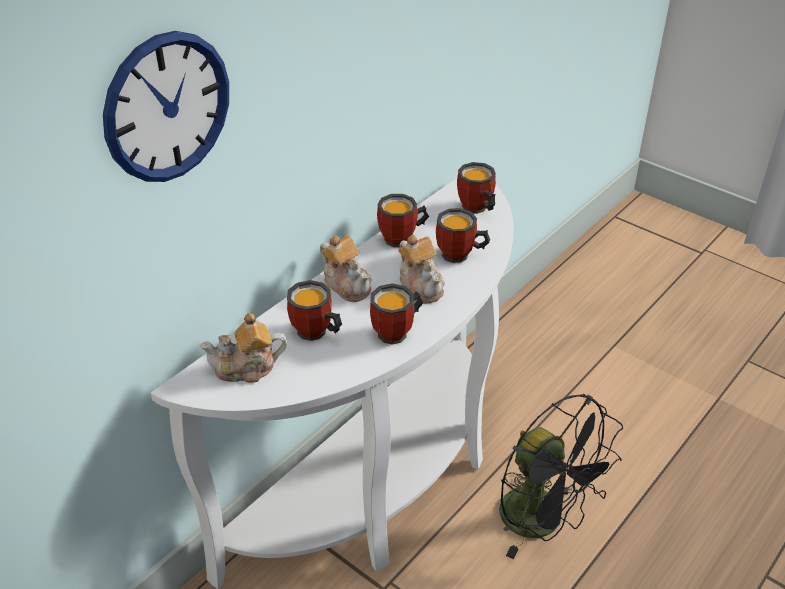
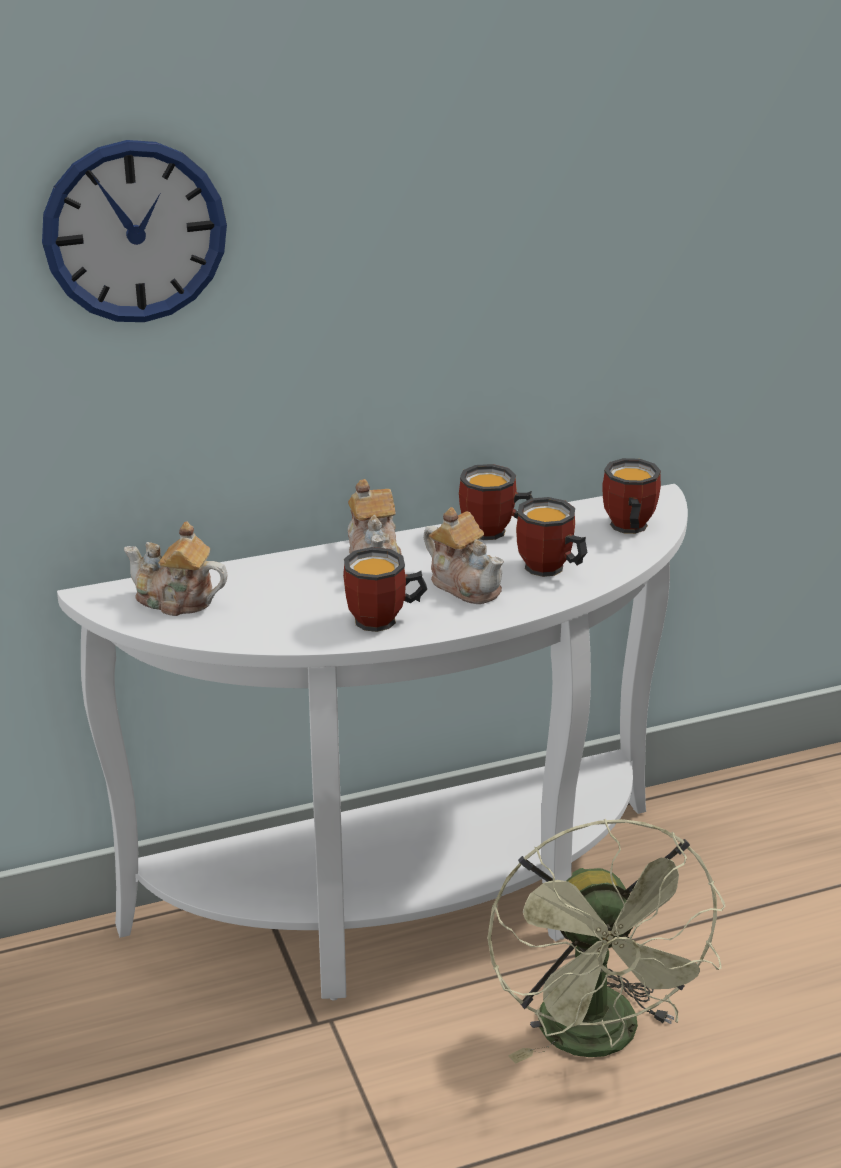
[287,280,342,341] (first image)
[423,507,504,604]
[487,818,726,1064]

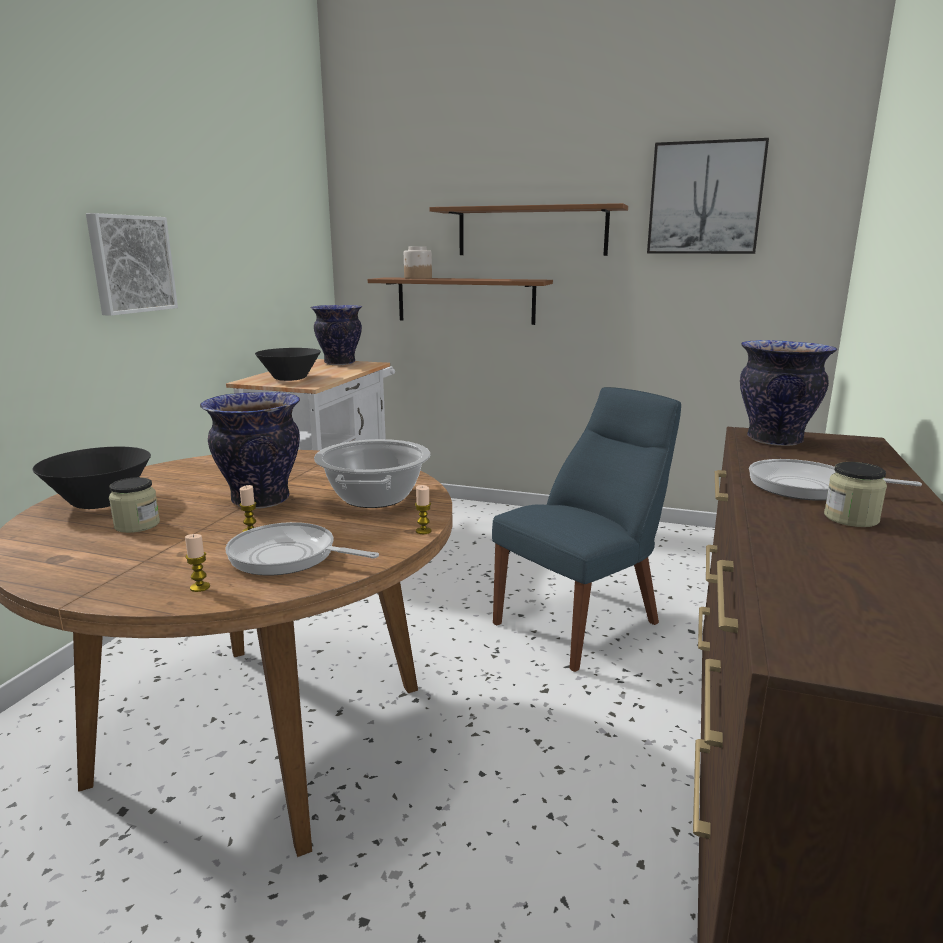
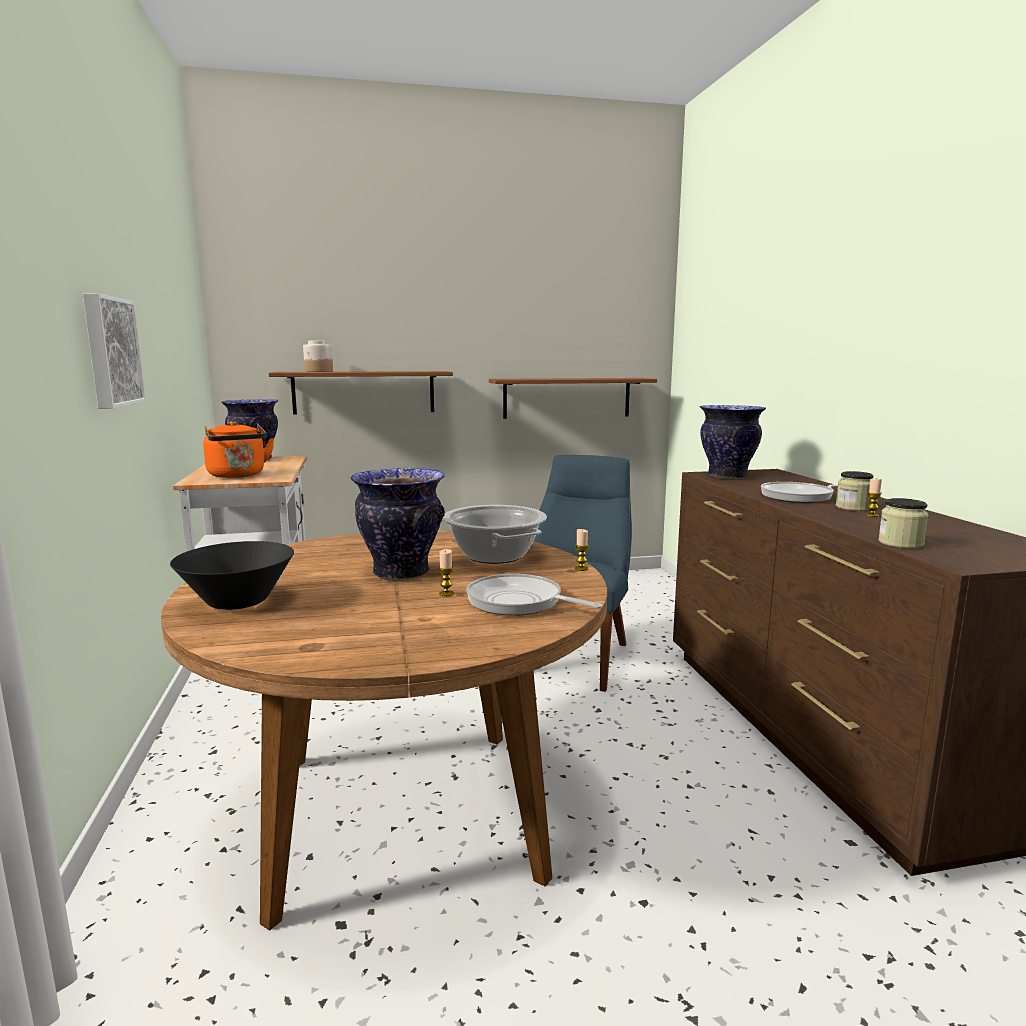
[878,498,928,549]
[865,479,882,517]
[466,574,603,616]
[203,421,275,478]
[489,378,657,419]
[647,138,769,254] (first image)

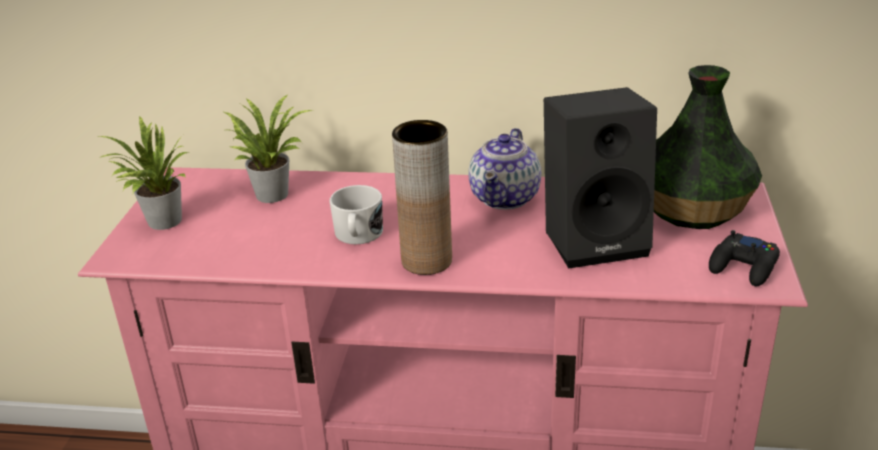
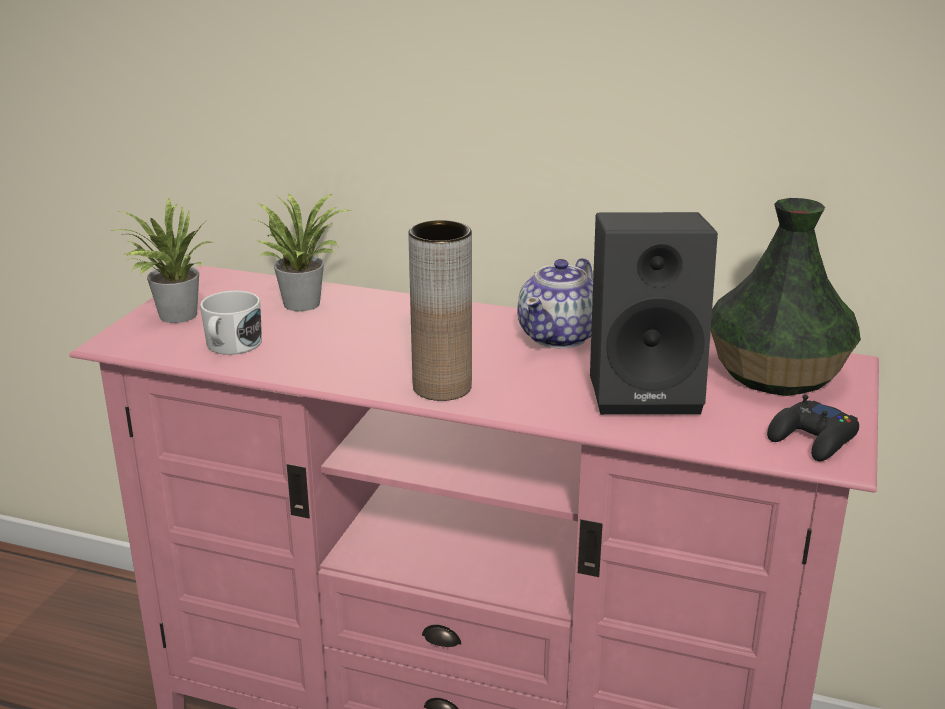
[200,291,262,355]

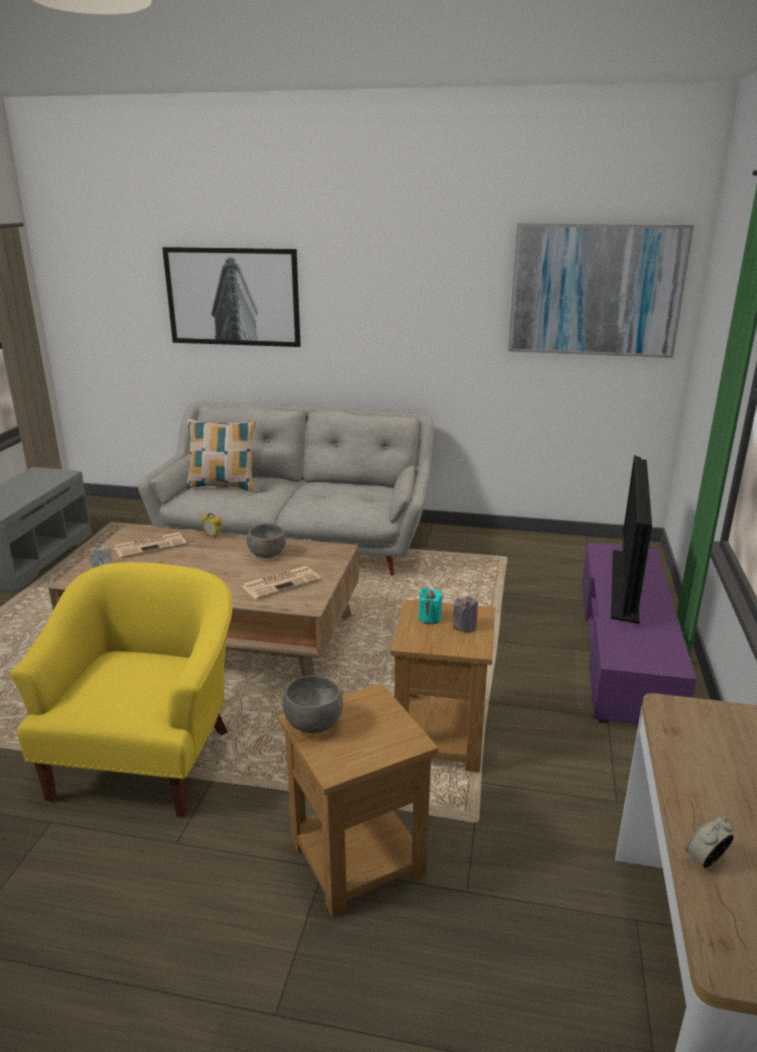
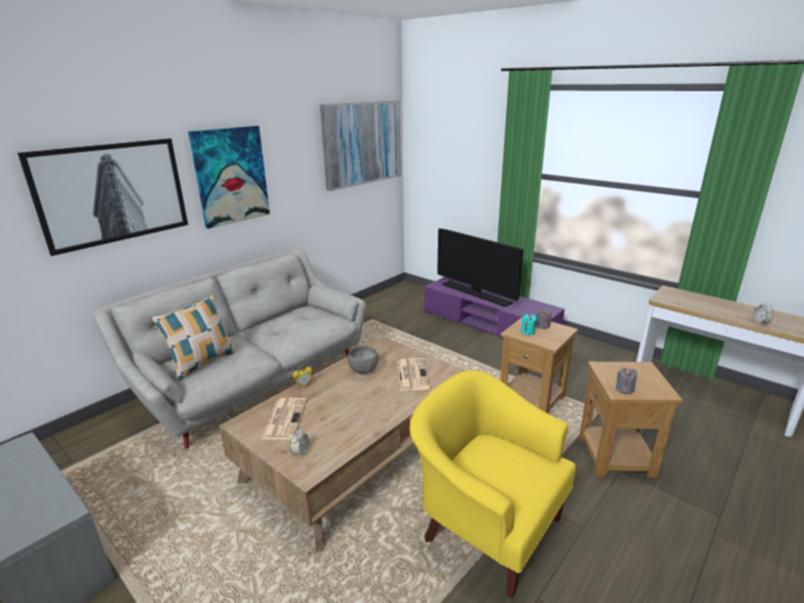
[616,368,637,394]
[188,126,270,229]

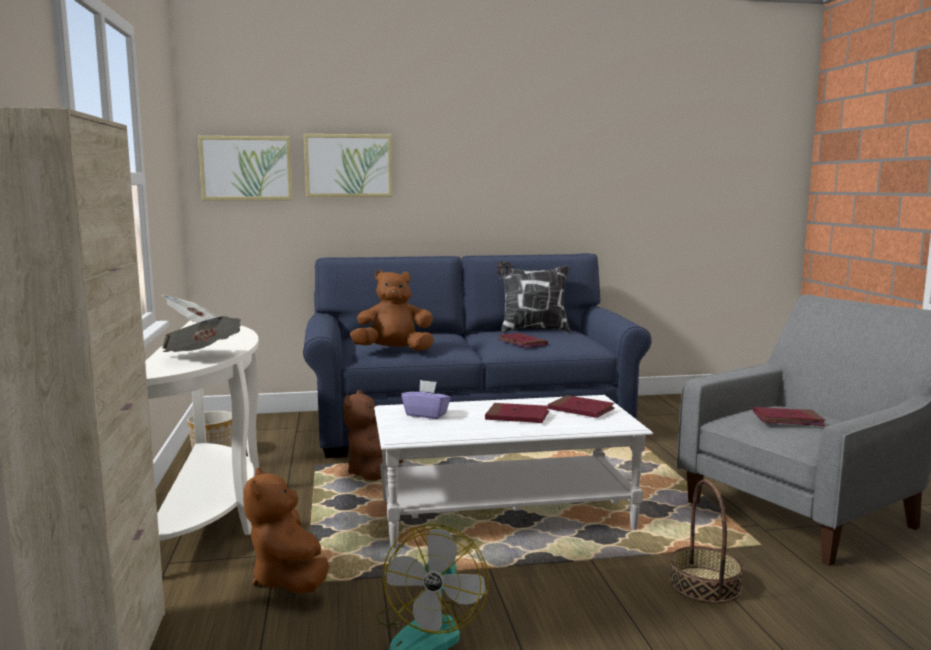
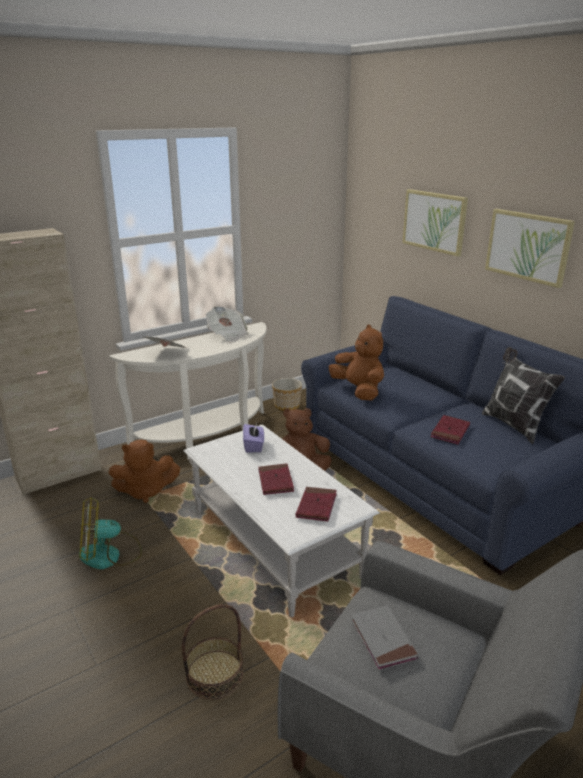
[485,209,575,288]
[109,439,181,503]
[351,606,419,671]

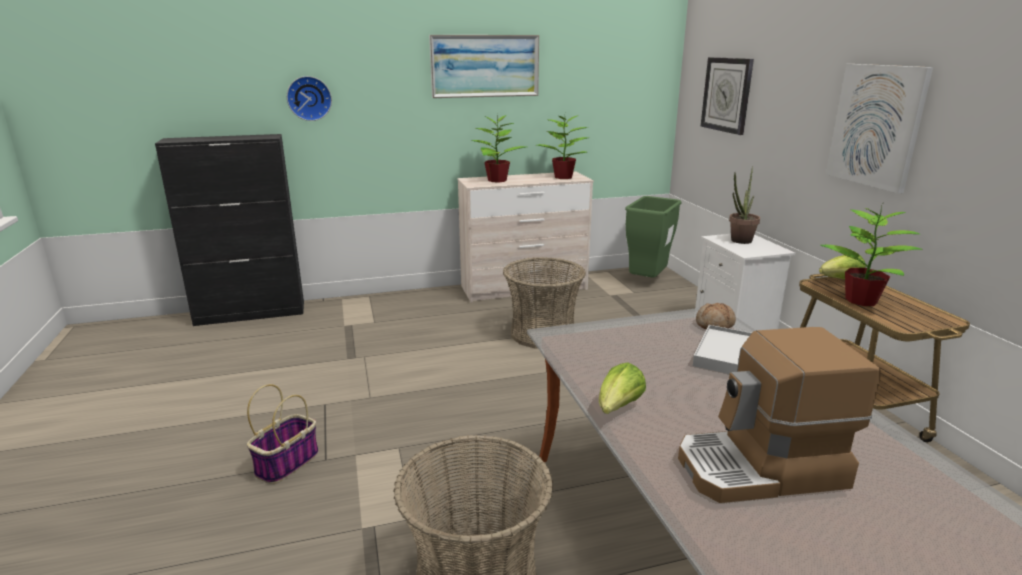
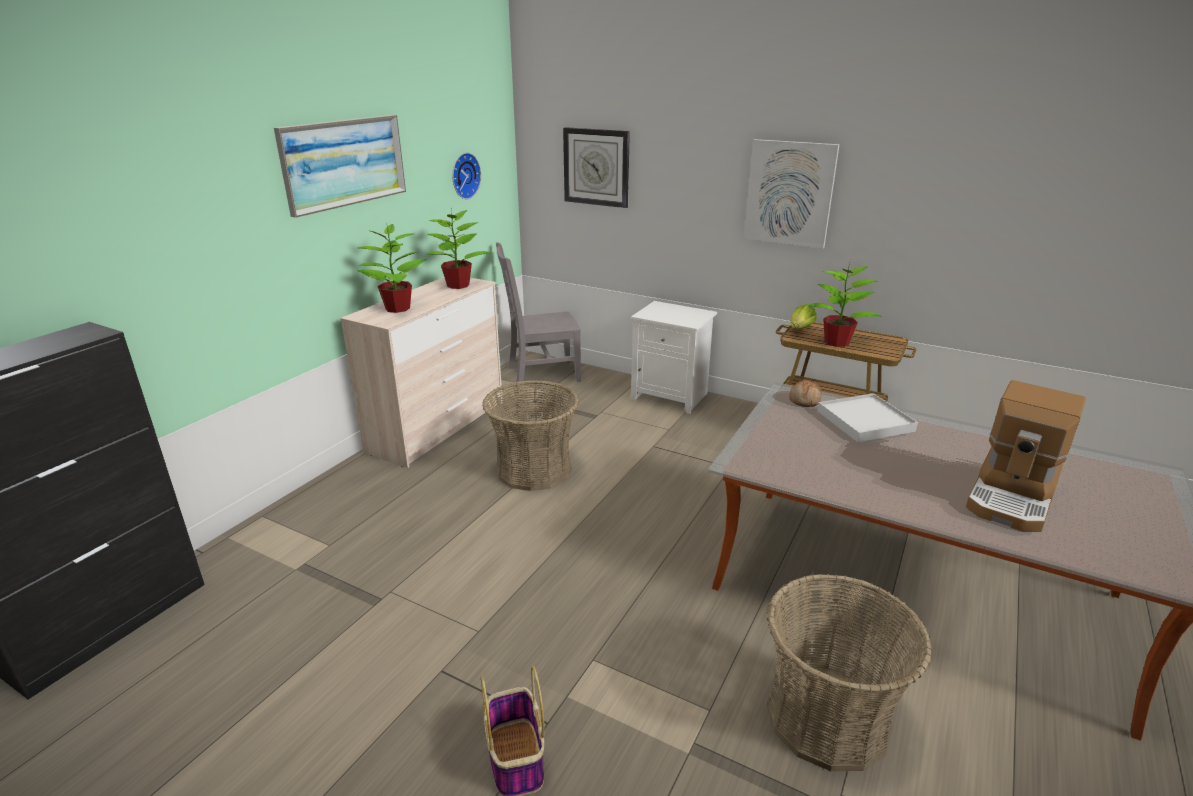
[452,153,481,199]
[599,362,646,414] (first image)
[496,242,581,389]
[729,166,760,244] (first image)

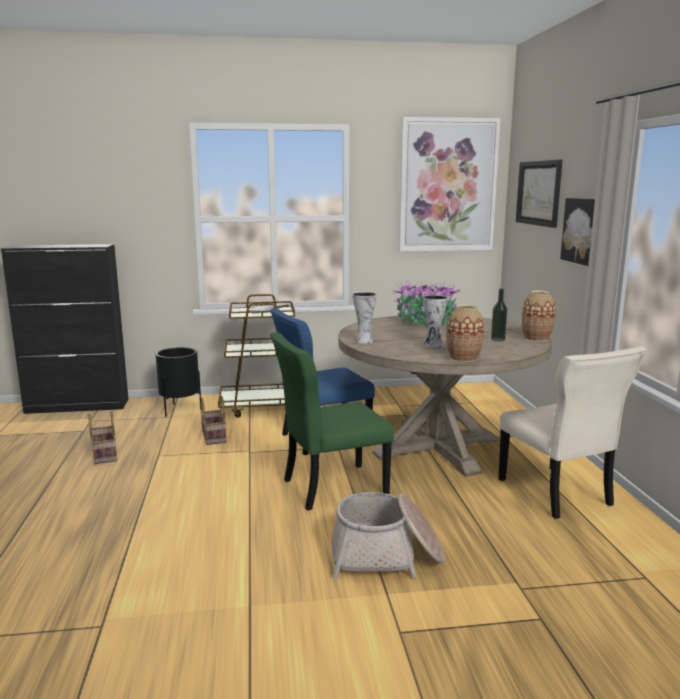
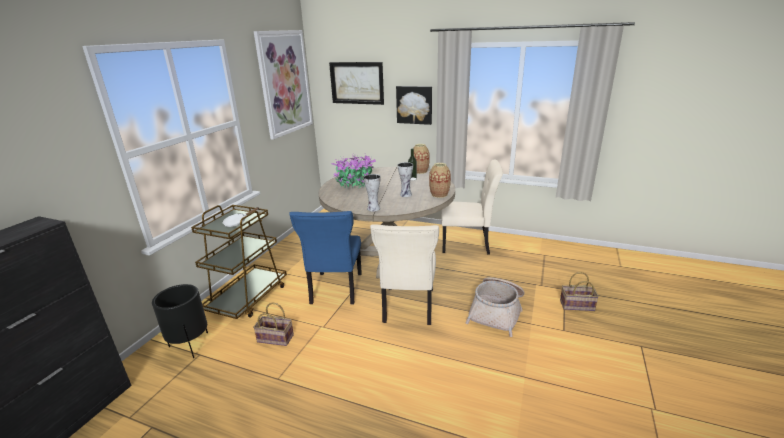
[560,272,599,311]
[370,224,439,325]

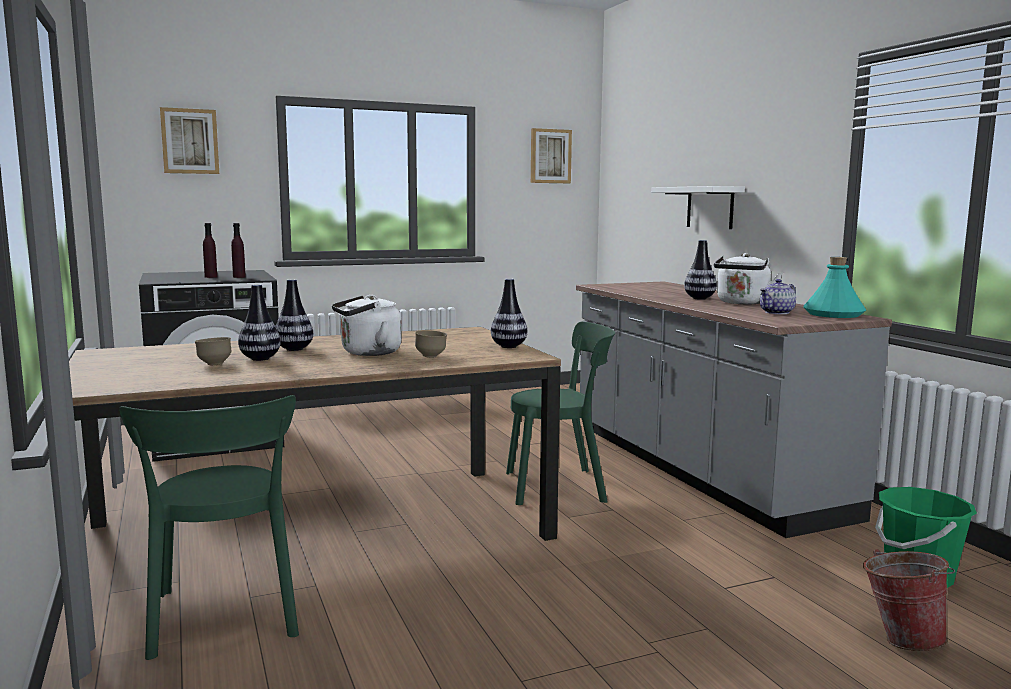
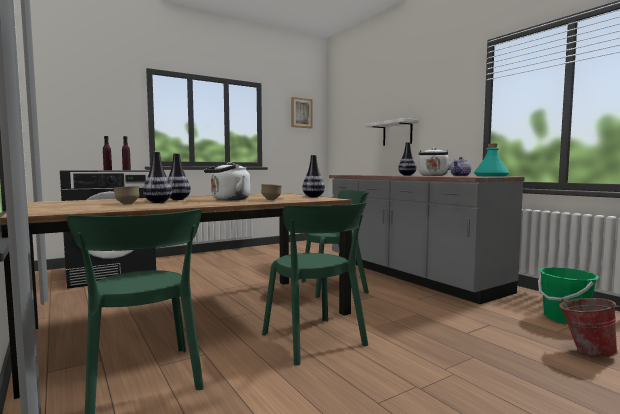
[160,107,219,174] (first image)
[262,201,368,366]

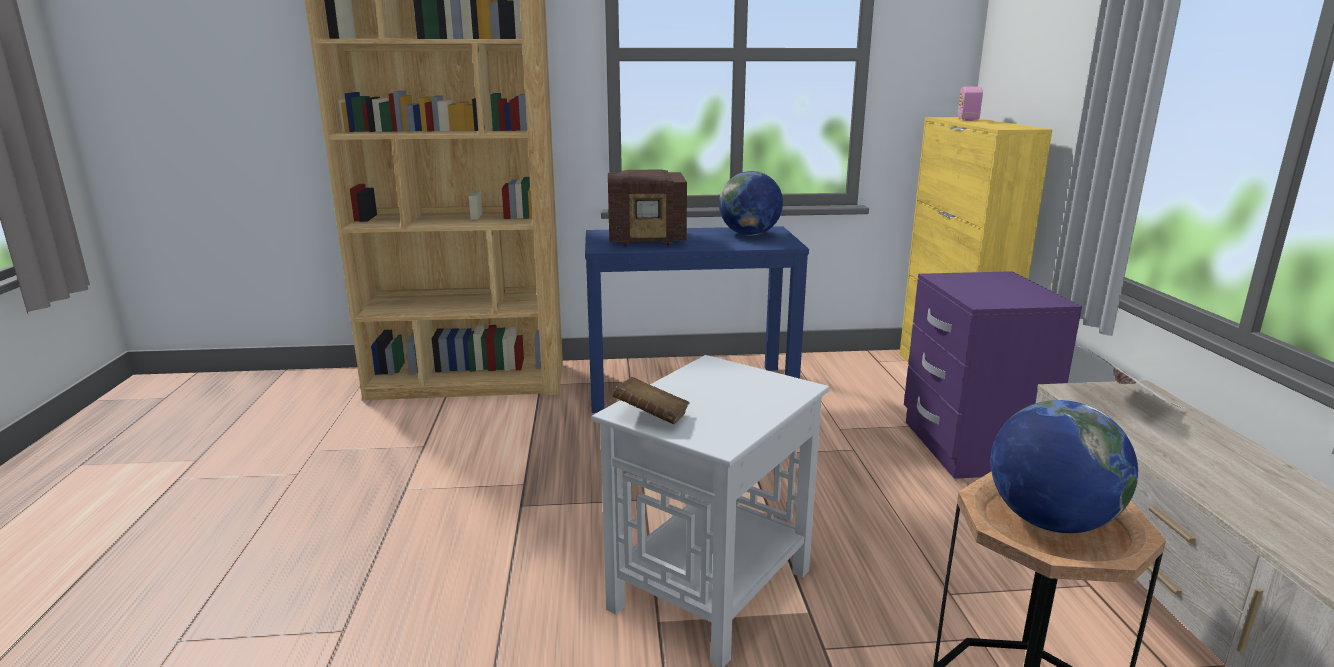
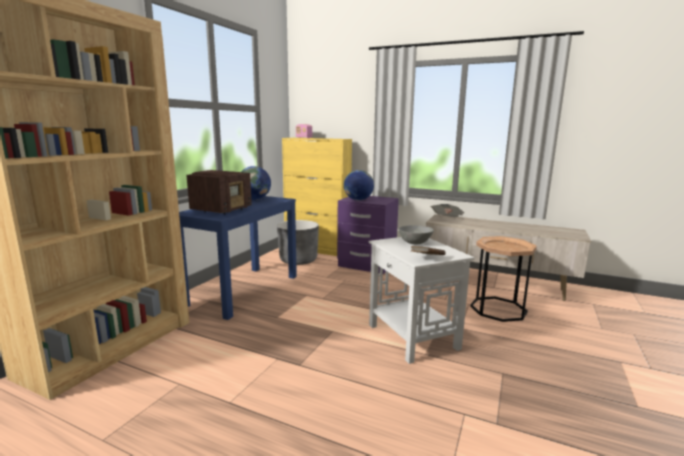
[344,170,374,200]
[277,220,319,265]
[399,225,434,244]

